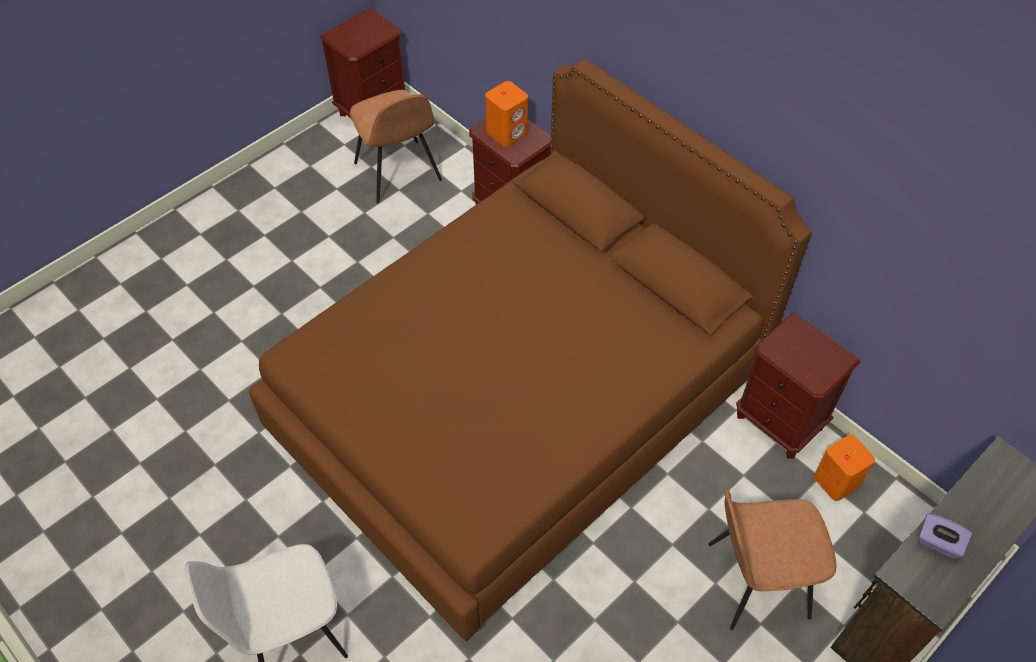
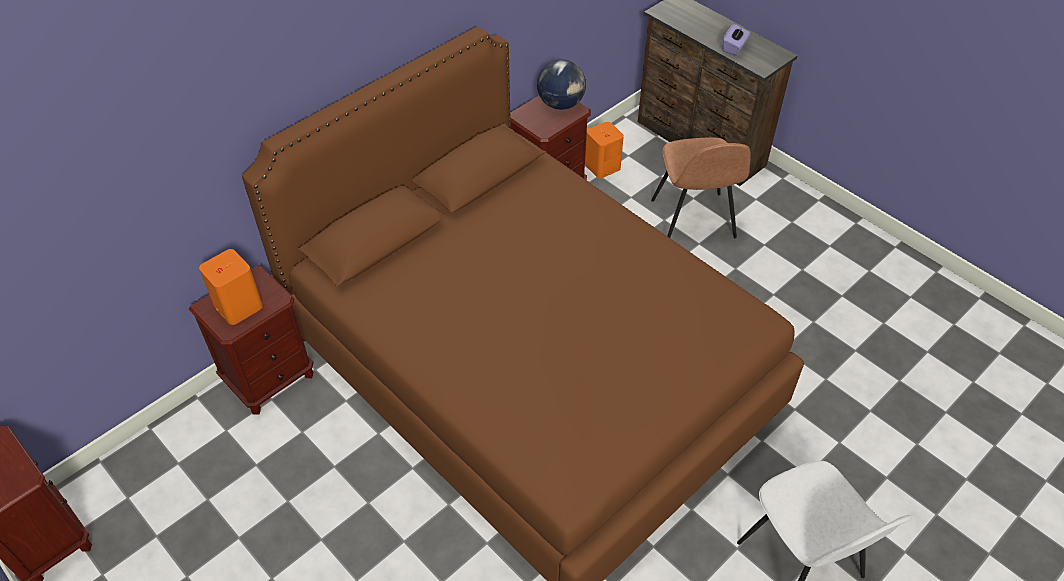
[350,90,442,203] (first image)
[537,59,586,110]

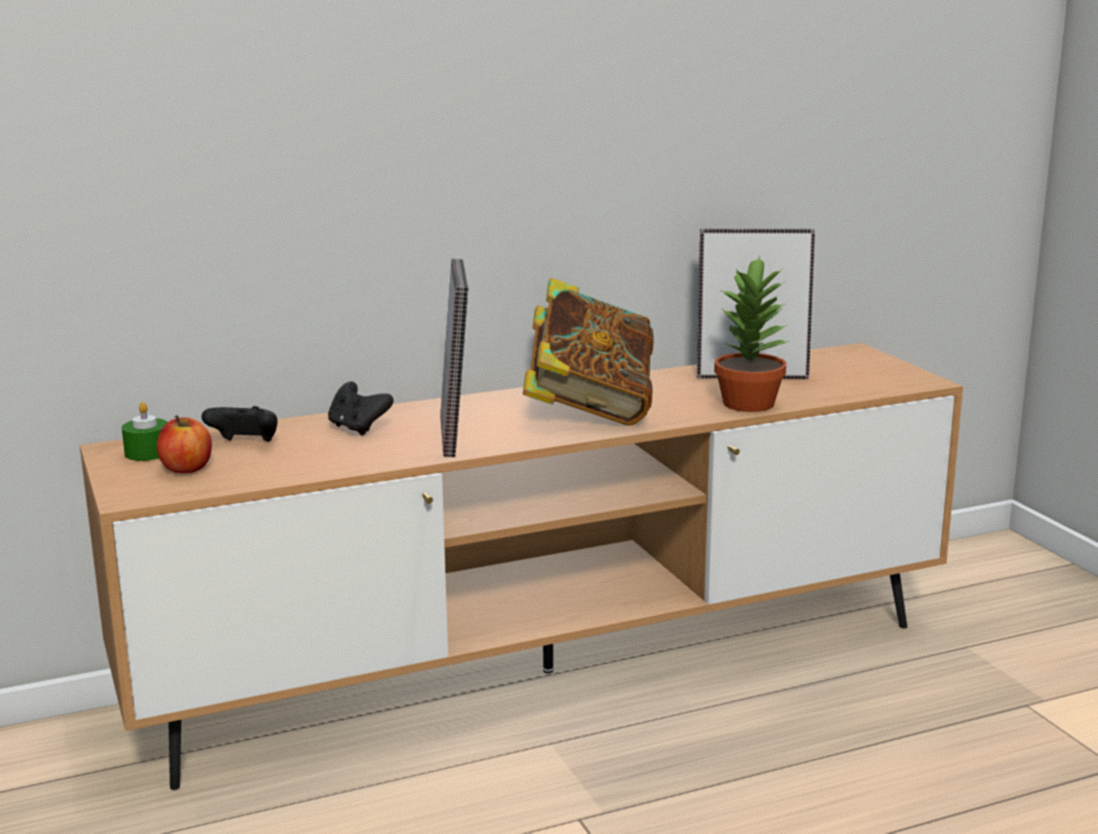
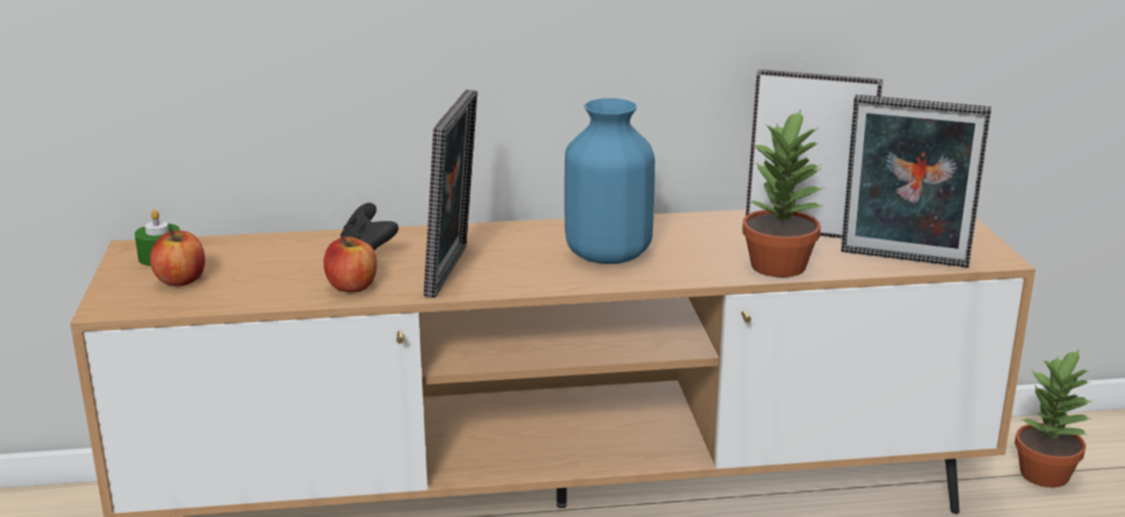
[201,406,278,442] (first image)
[565,98,655,264]
[324,236,377,292]
[841,95,991,267]
[1015,349,1092,488]

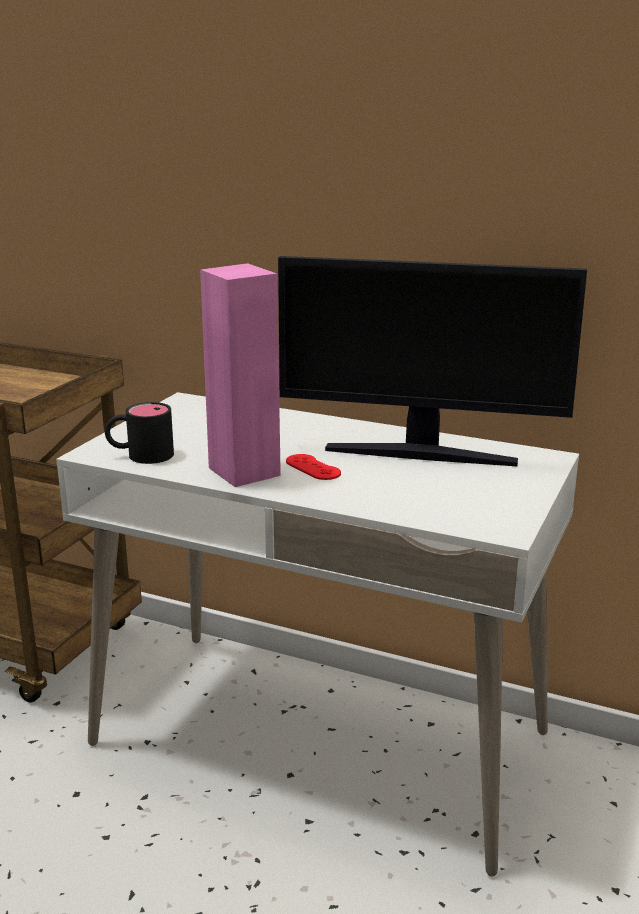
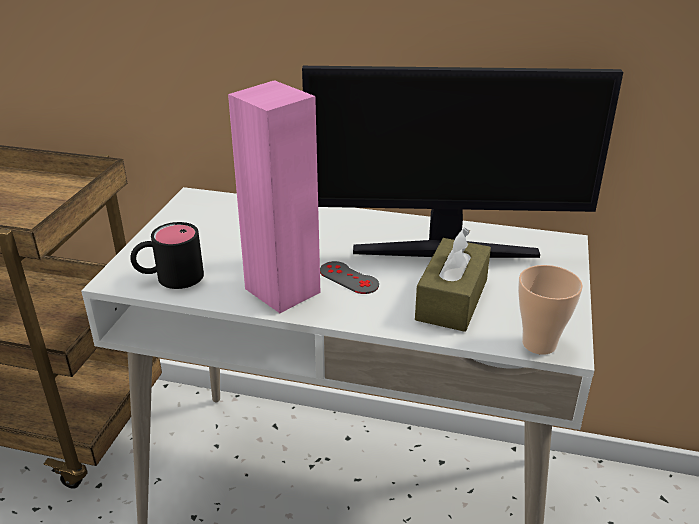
[320,261,379,294]
[415,227,491,332]
[518,265,583,355]

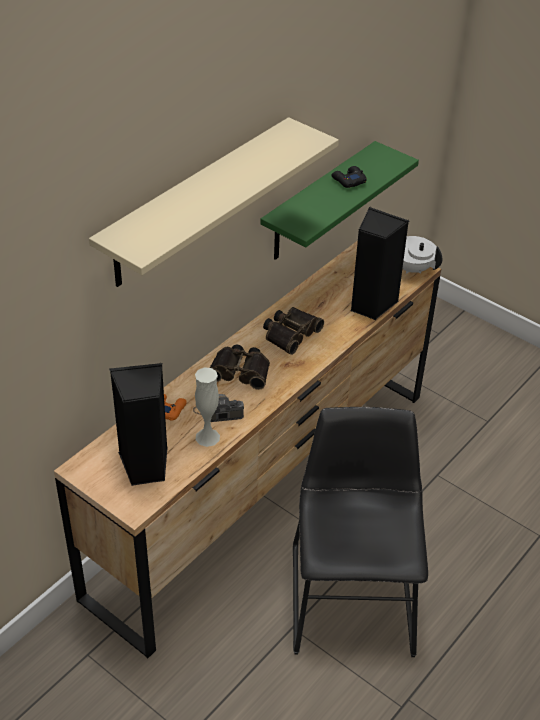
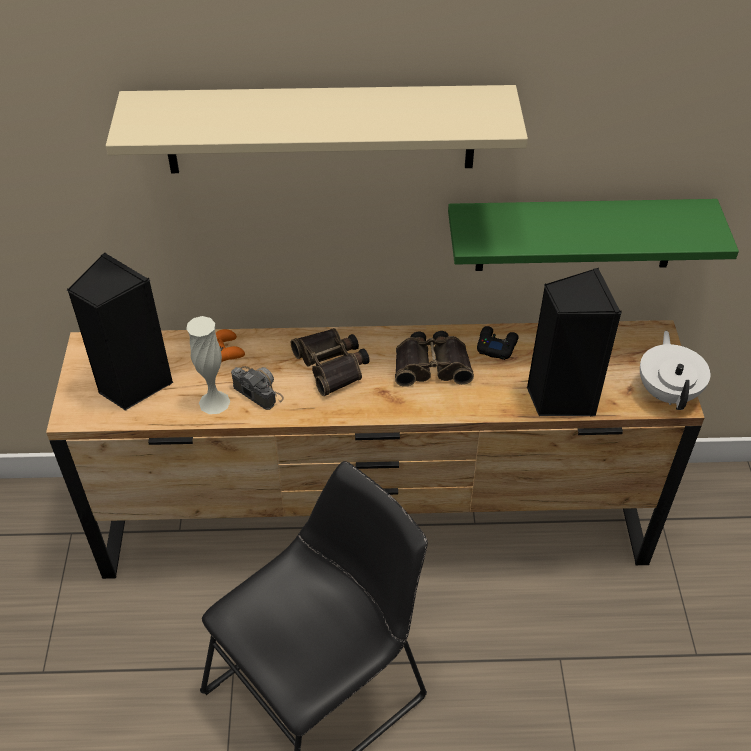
[477,326,519,360]

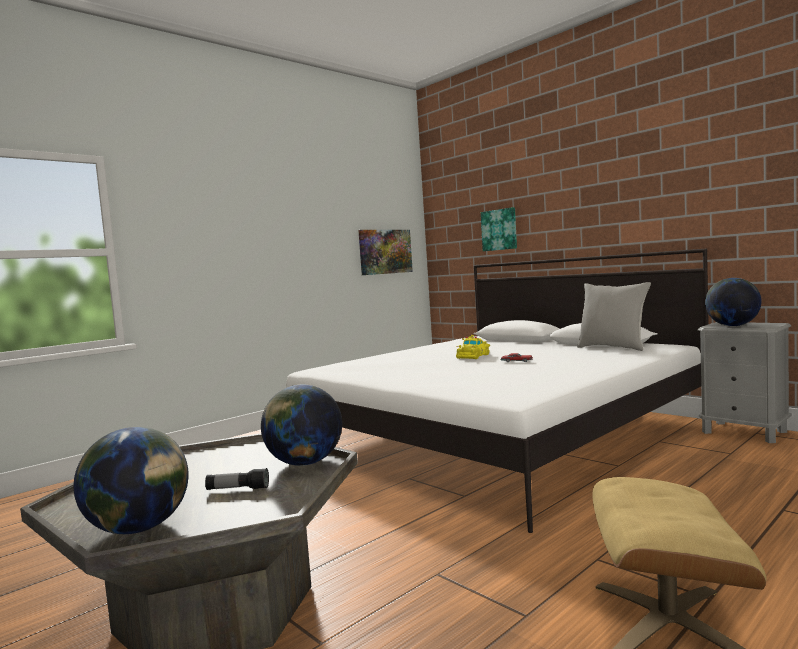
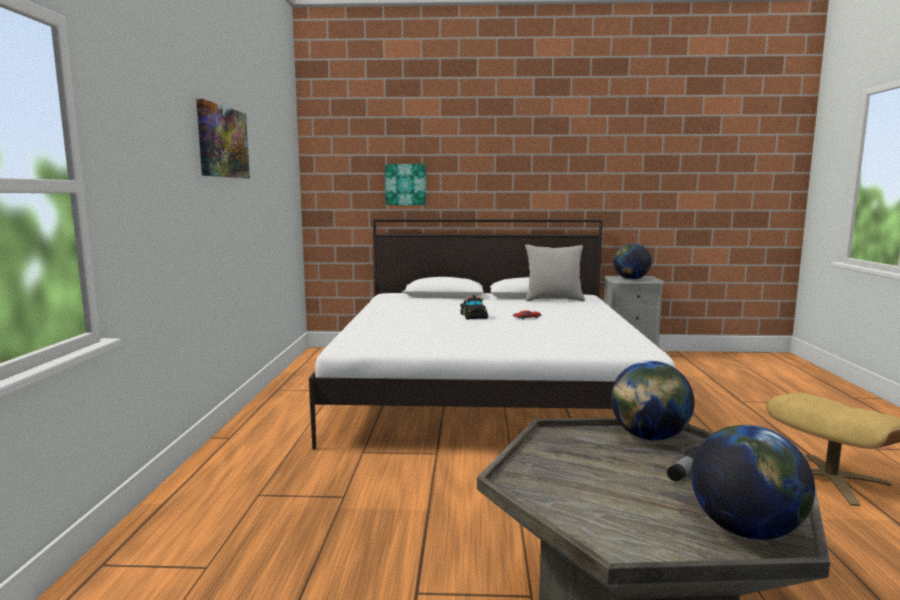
[196,99,250,178]
[460,295,488,320]

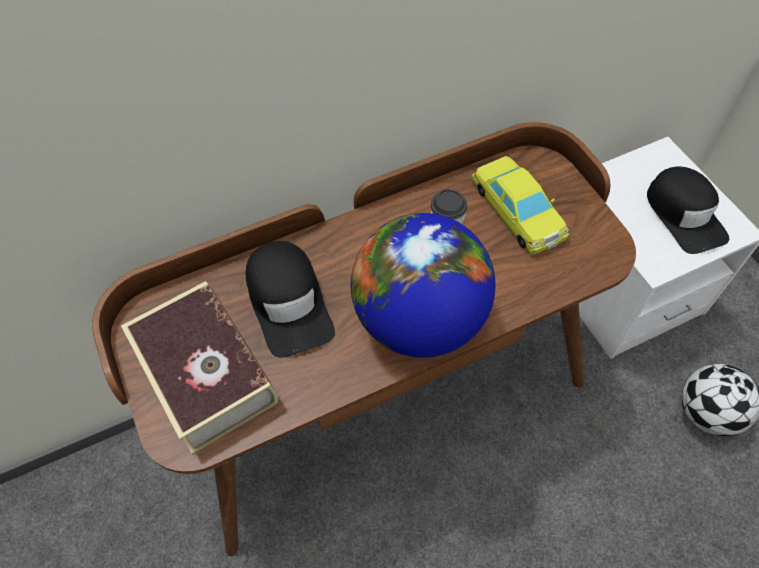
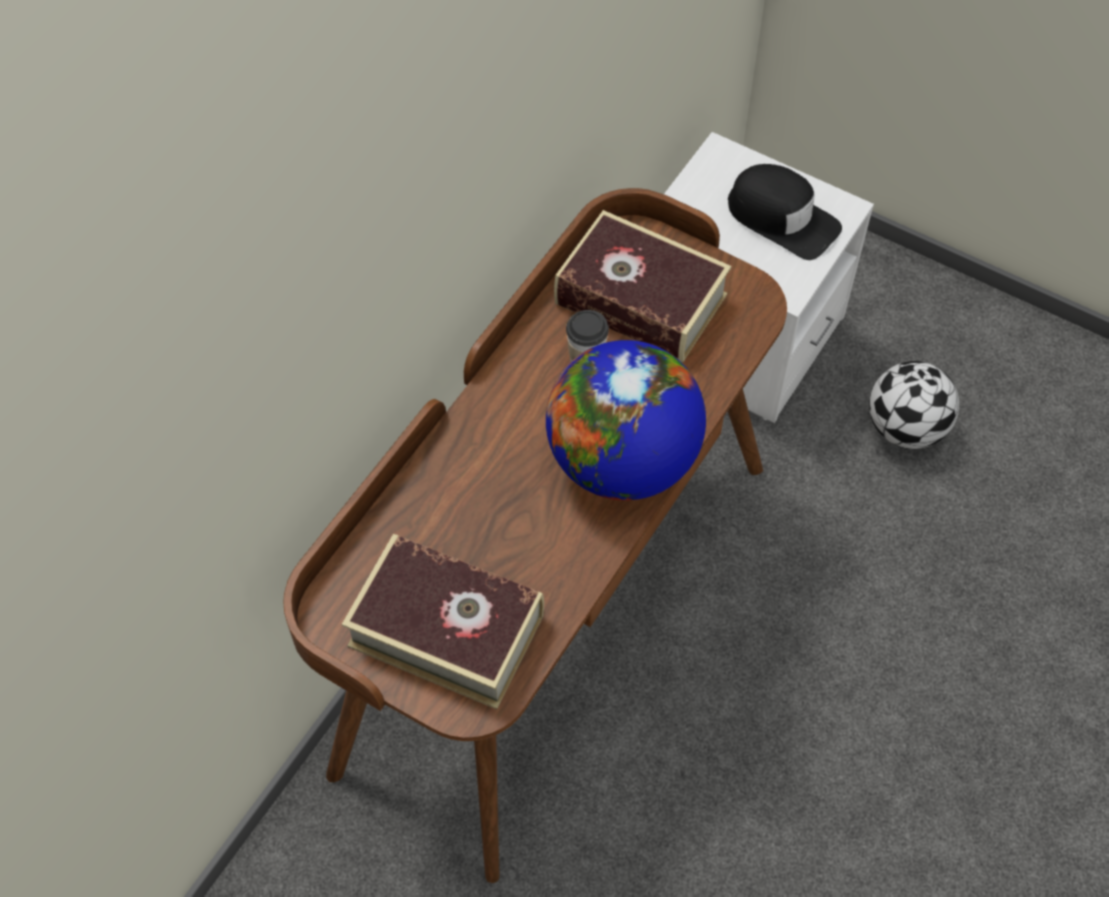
[245,241,335,358] (first image)
[554,210,731,362]

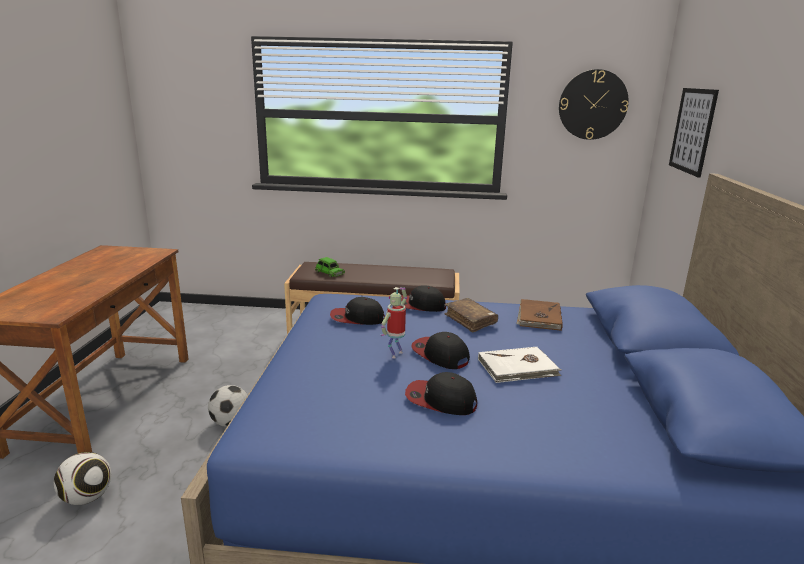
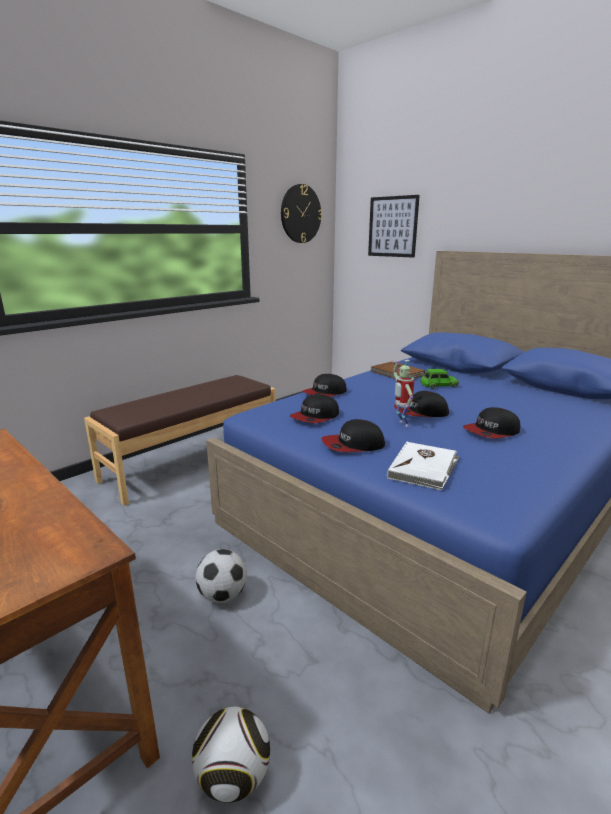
[420,369,459,389]
[444,298,498,333] (first image)
[387,442,460,490]
[322,419,385,452]

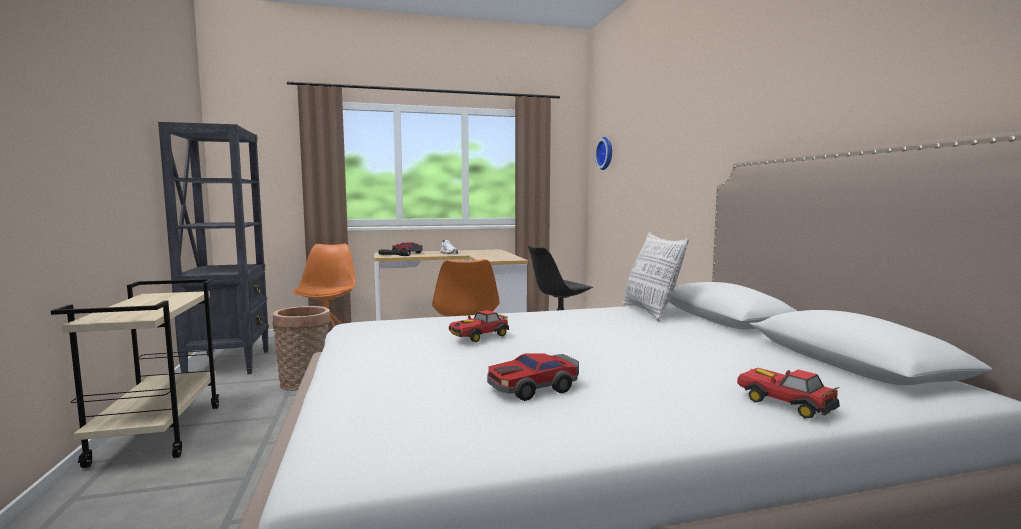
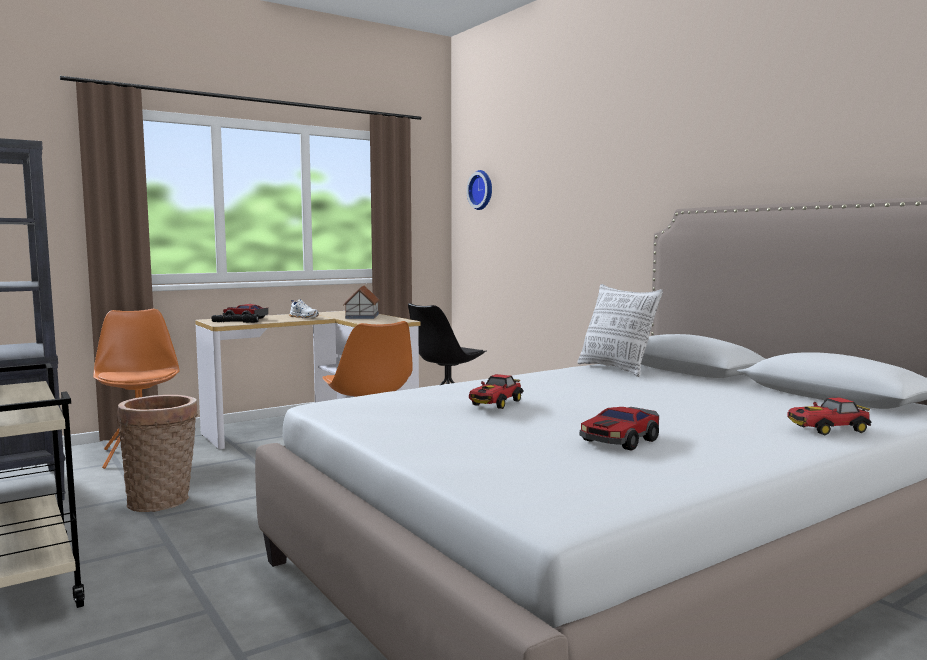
[787,397,871,435]
[343,286,380,319]

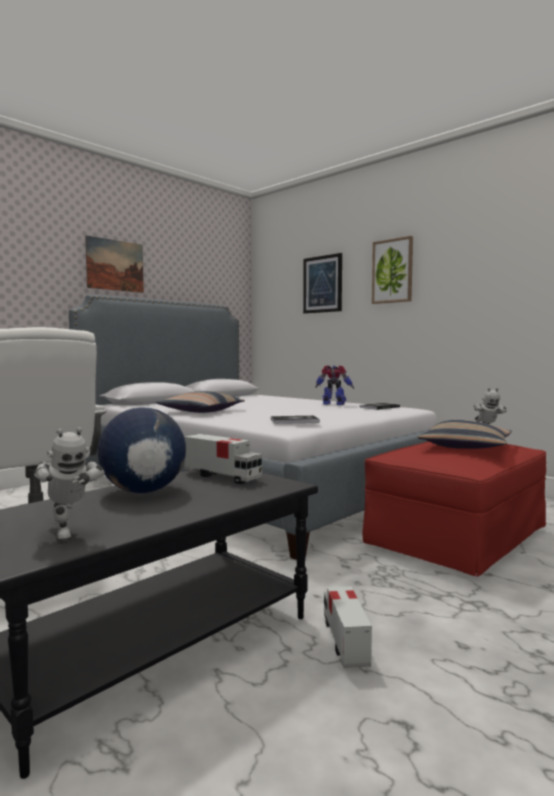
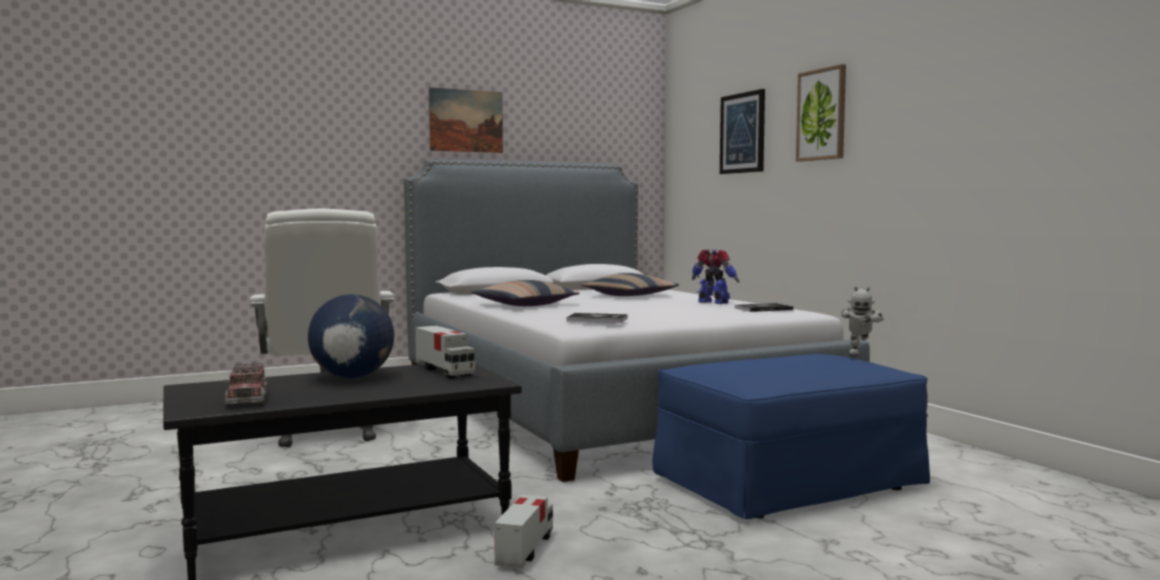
[225,363,268,407]
[652,354,930,519]
[581,273,680,296]

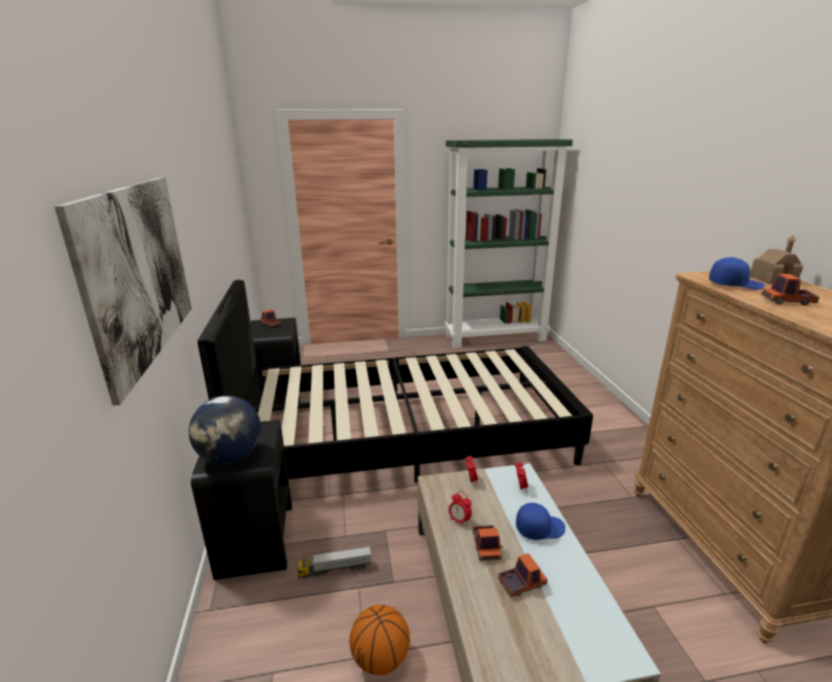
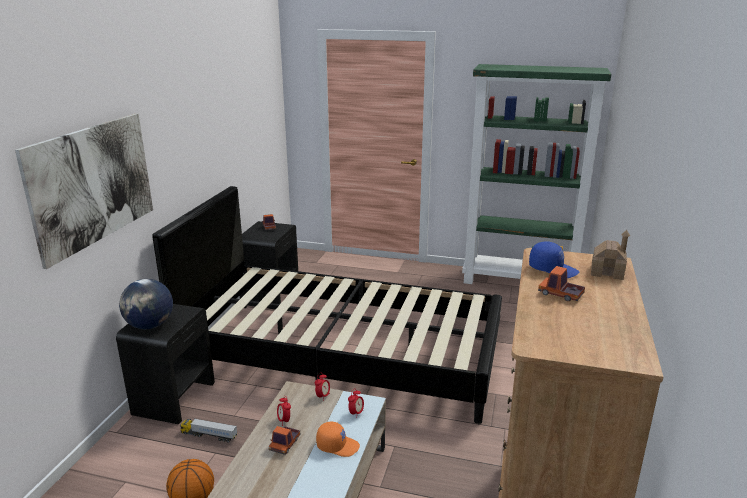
[498,553,548,597] (first image)
[316,422,360,457]

